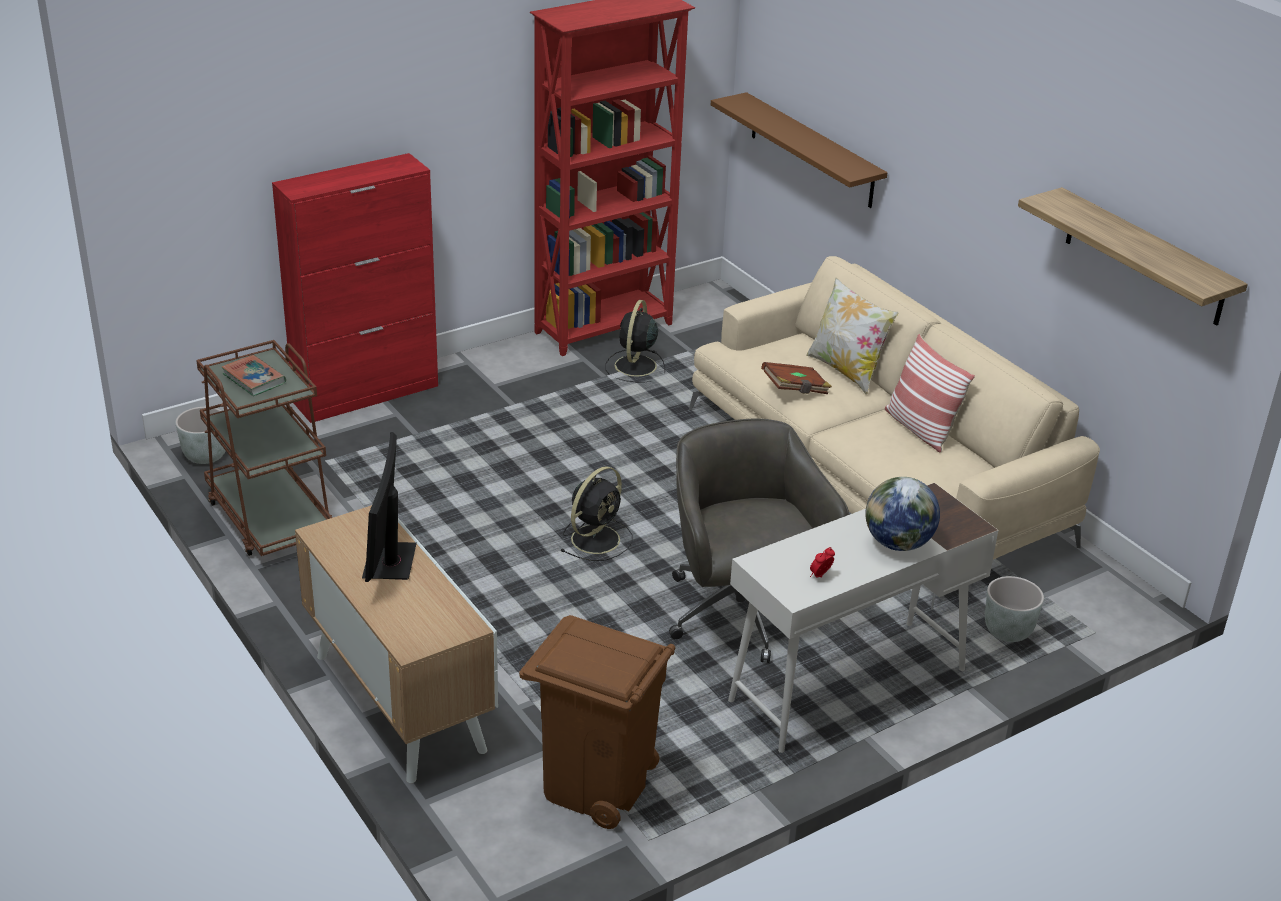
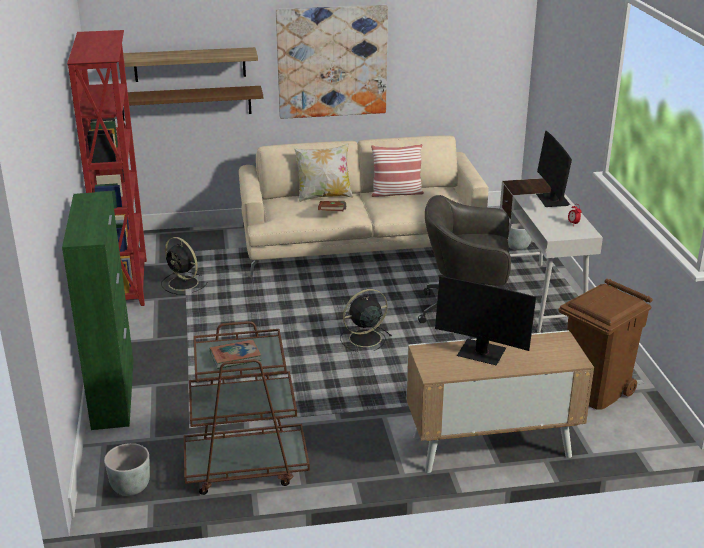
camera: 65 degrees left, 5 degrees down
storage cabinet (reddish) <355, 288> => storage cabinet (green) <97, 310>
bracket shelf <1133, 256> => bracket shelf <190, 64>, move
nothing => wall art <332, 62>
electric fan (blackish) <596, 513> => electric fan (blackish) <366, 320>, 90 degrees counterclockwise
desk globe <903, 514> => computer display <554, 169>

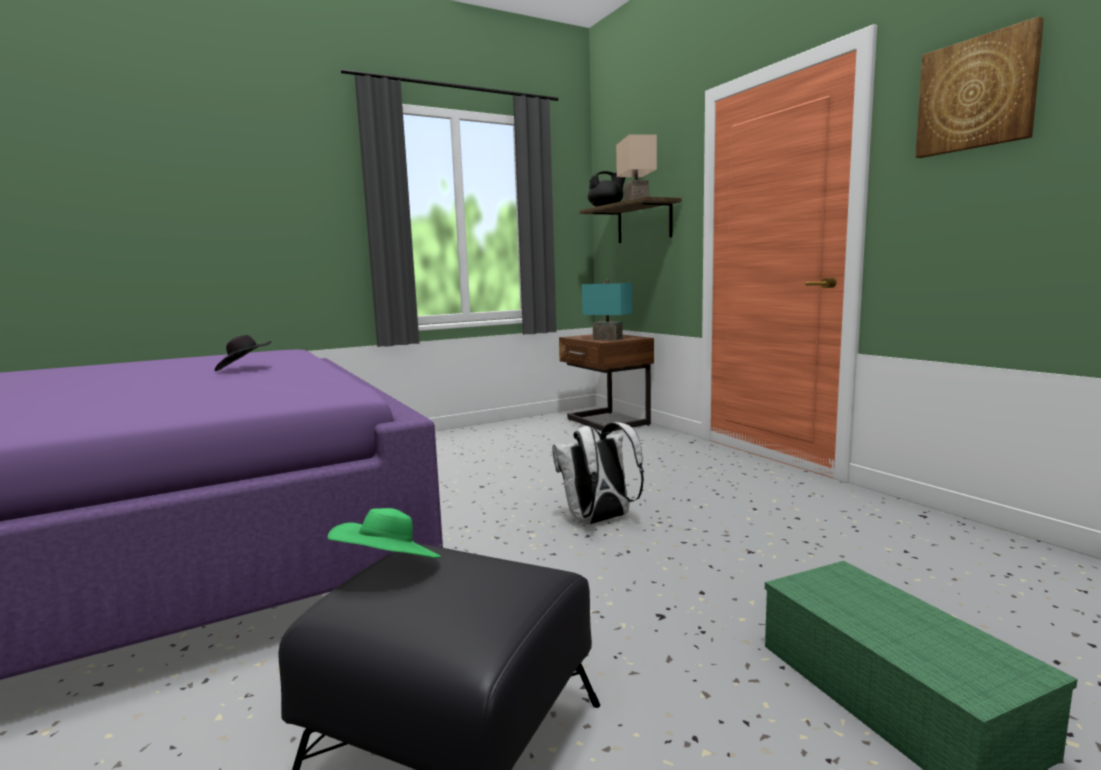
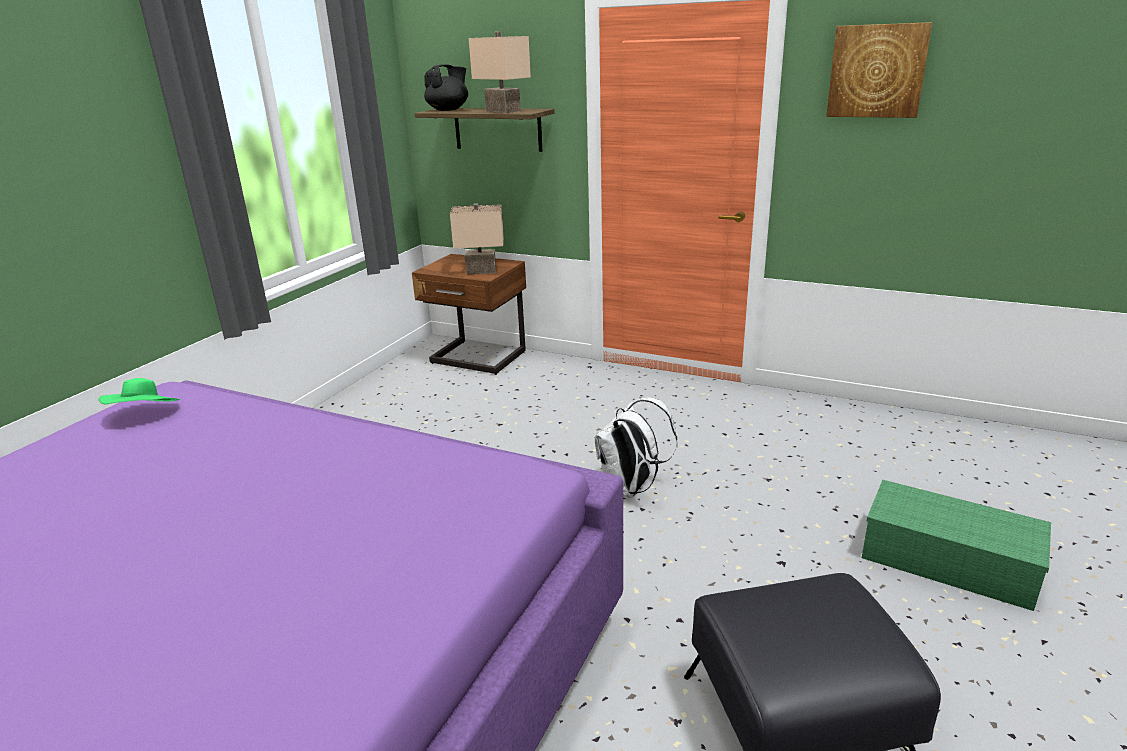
camera: 35 degrees left, 15 degrees up
hat (green) <384, 533> => hat (green) <139, 391>, move
tabletop lamp (blue-green) <607, 310> => tabletop lamp (beige) <477, 239>
hat (blackish) <243, 353> => nothing

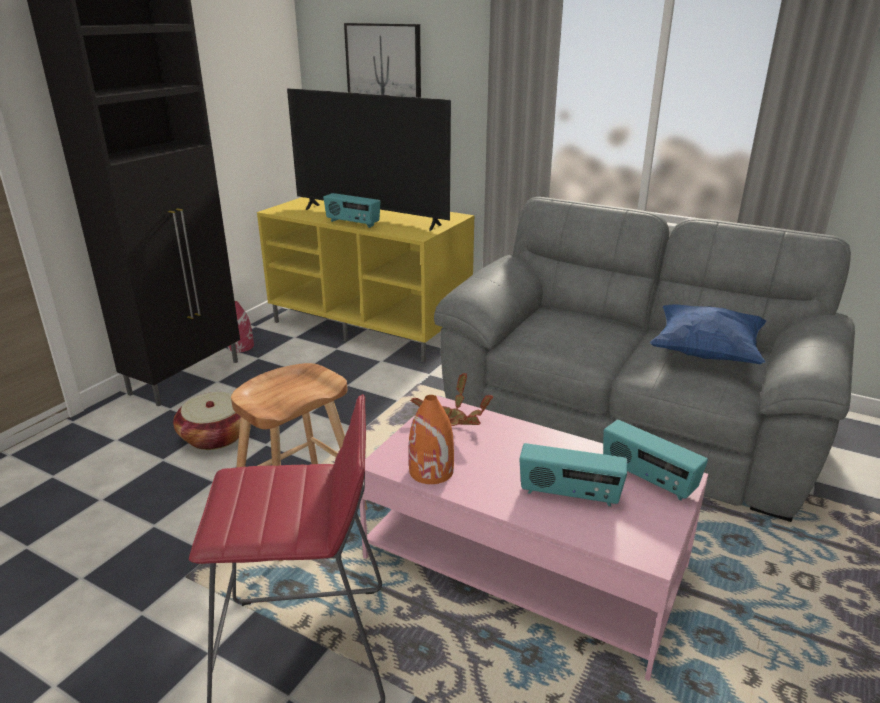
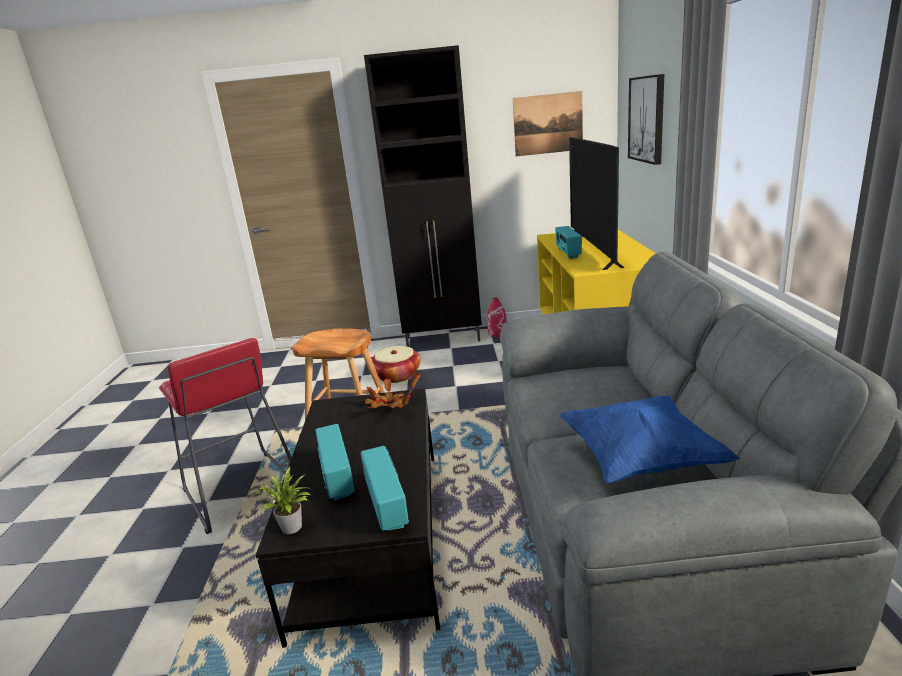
camera: 60 degrees right, 5 degrees down
nothing => houseplant <281, 500>
low table (pinkish) <534, 538> => low table (blackish) <348, 518>
radio <655, 460> => radio <385, 488>, 150 degrees clockwise
nothing => wall art <548, 124>
vase (orange) <431, 439> => nothing

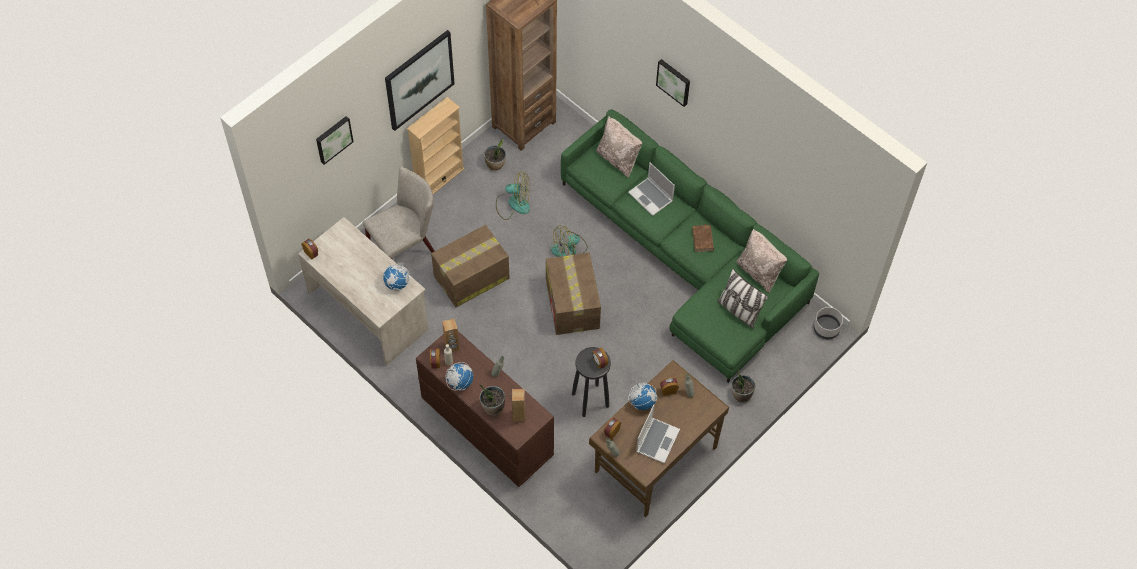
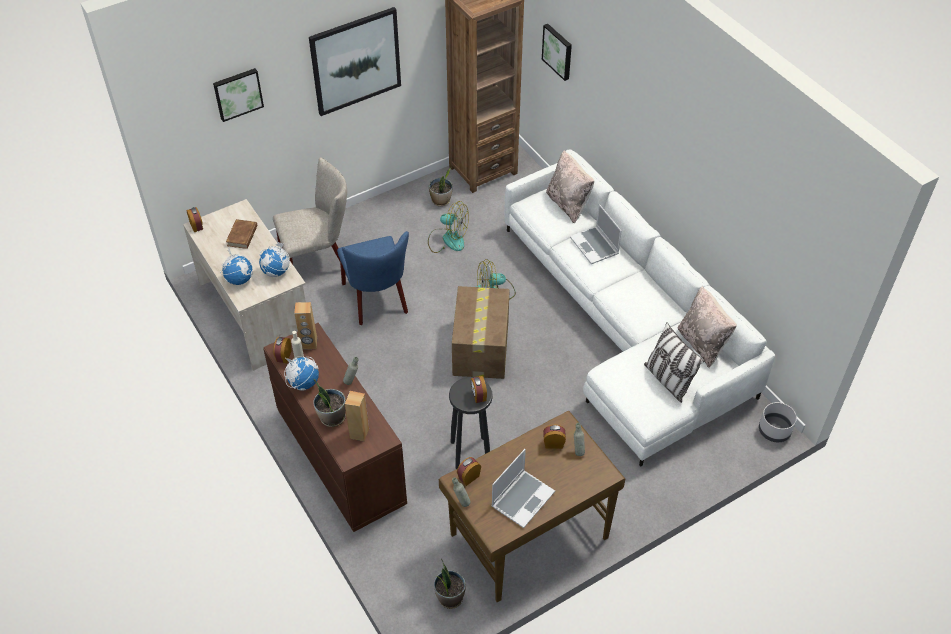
camera: 15 degrees right, 10 degrees down
desk globe <642, 395> => desk globe <236, 266>, move
bound book (brown) <703, 238> => bound book (brown) <241, 234>, move
packing box <470, 266> => upright chair (blue-coloured) <373, 278>
houseplant <743, 386> => houseplant <450, 584>, move
sofa (green) <690, 246> => sofa (whitish) <640, 308>
wall art <673, 83> => wall art <557, 52>, move
bookshelf (beige) <436, 145> => nothing

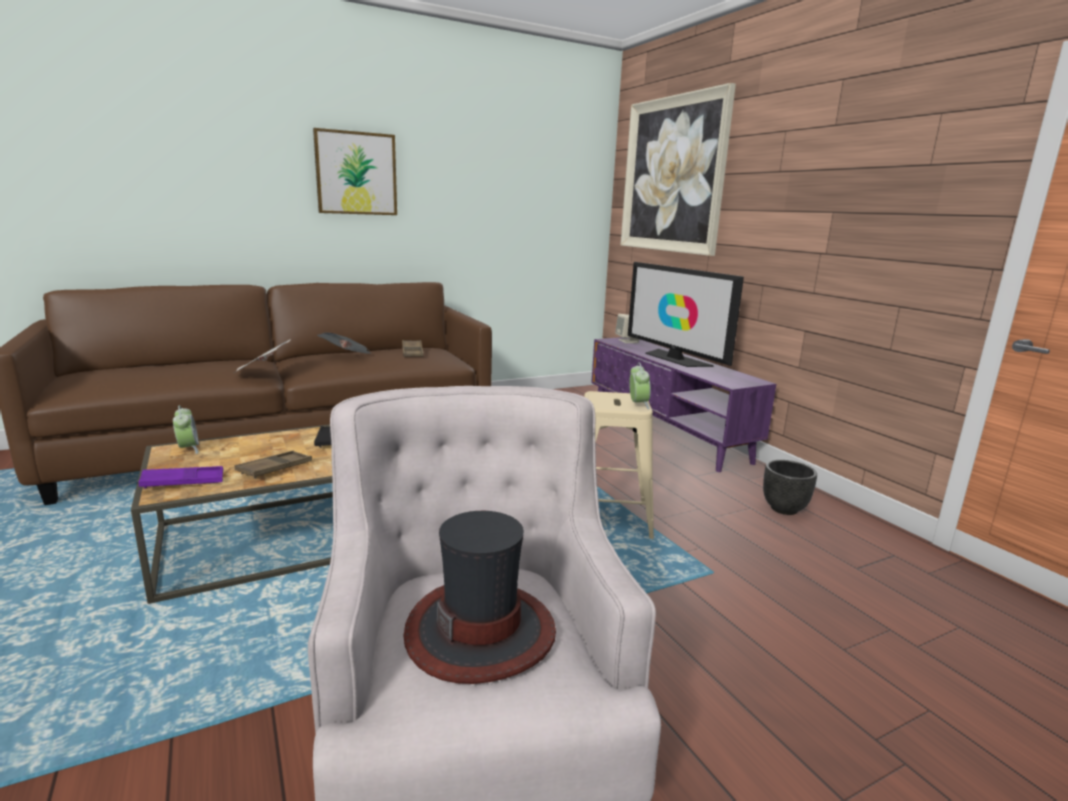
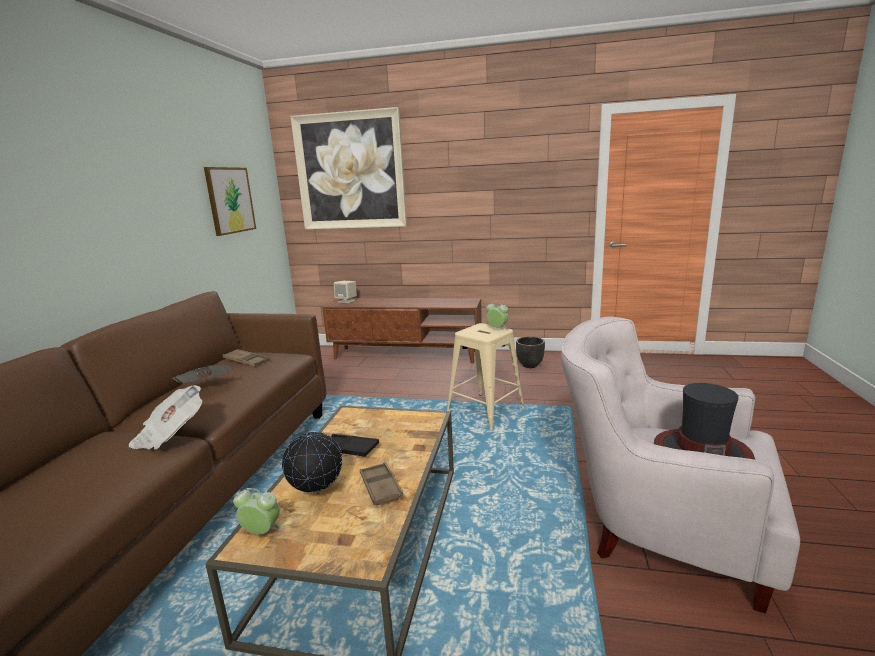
camera: 50 degrees left, 0 degrees up
wall art <355, 171> => wall art <230, 201>, move
nothing => desk globe <312, 462>
tv unit (purple) <683, 404> => tv unit (brown) <402, 330>
serving tray (purple) <180, 477> => nothing
television <686, 314> => nothing

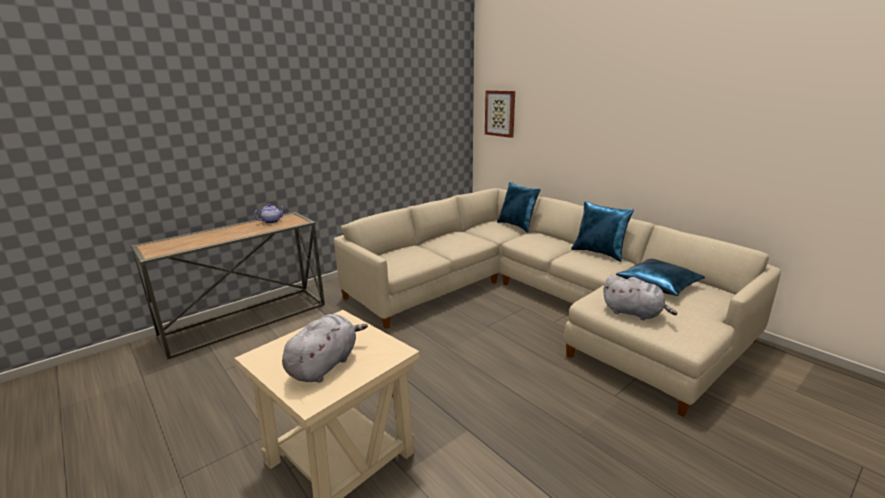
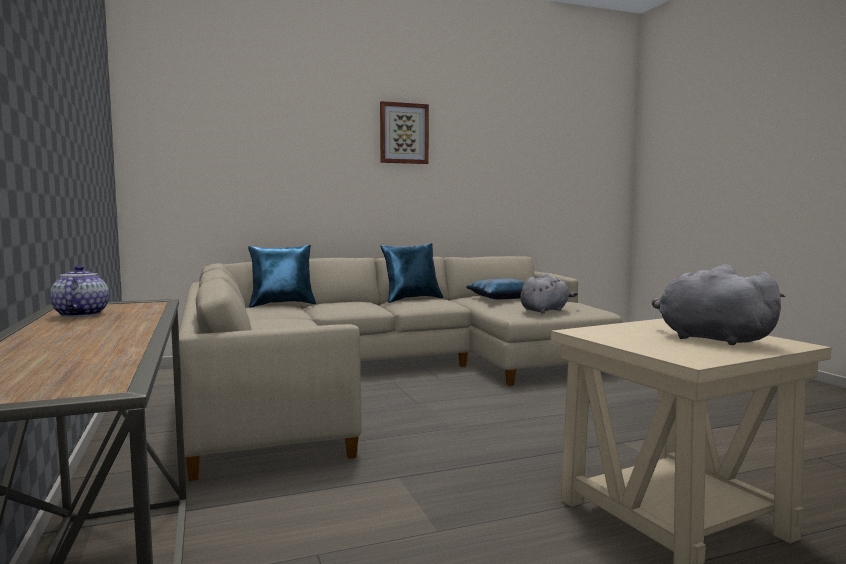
camera: 70 degrees left, 15 degrees down
wall art <500, 114> => wall art <404, 132>, move

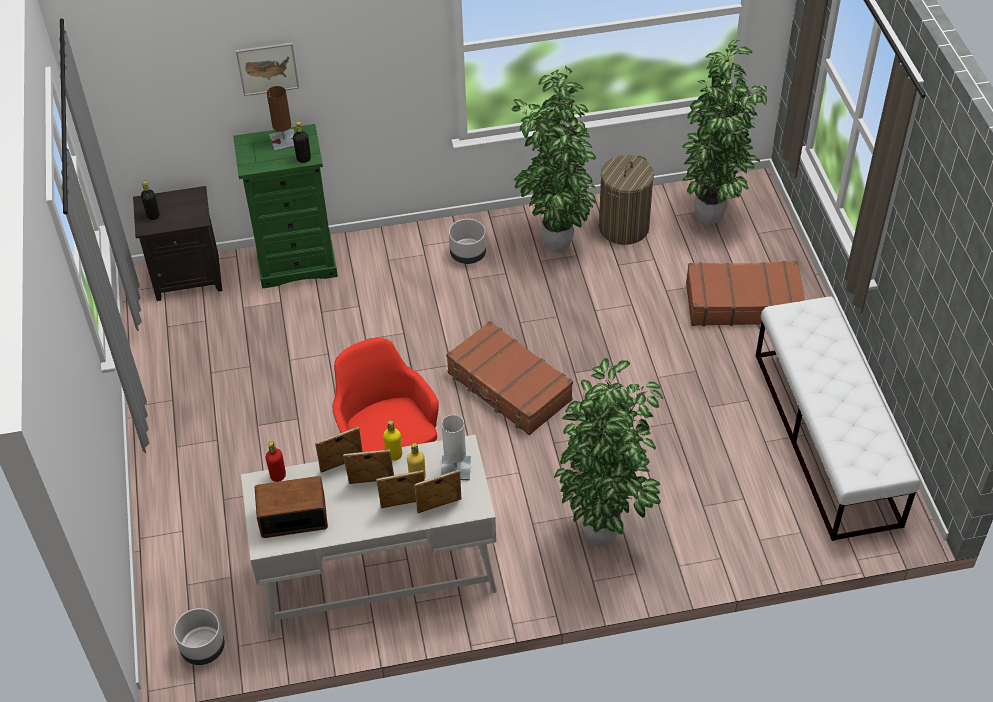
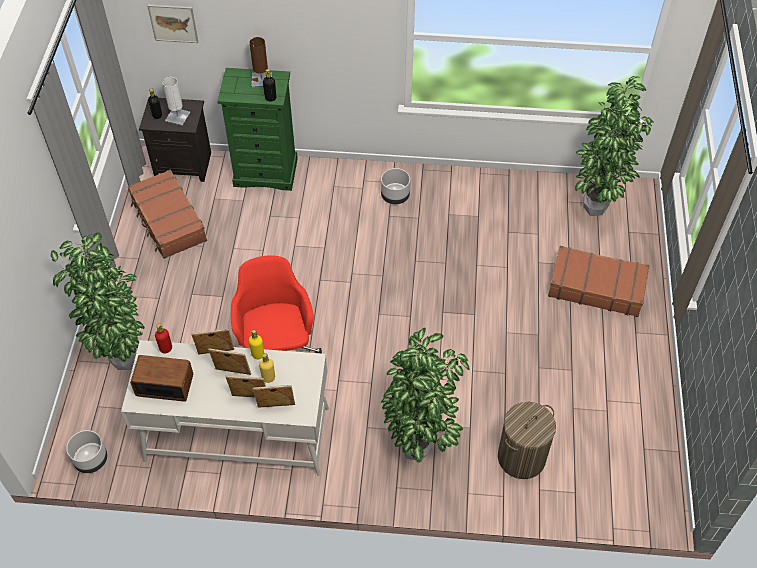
camera: 15 degrees right, 5 degrees up
houseplant <553, 159> => houseplant <98, 301>, move
piece of luggage (brown) <509, 378> => piece of luggage (brown) <167, 214>, move
wall art <267, 69> => wall art <172, 24>, move
tabletop lamp (whitish) <456, 447> => tabletop lamp (whitish) <176, 101>, move
hamper <626, 200> => hamper <527, 440>, move
bench (whitish) <838, 418> => nothing

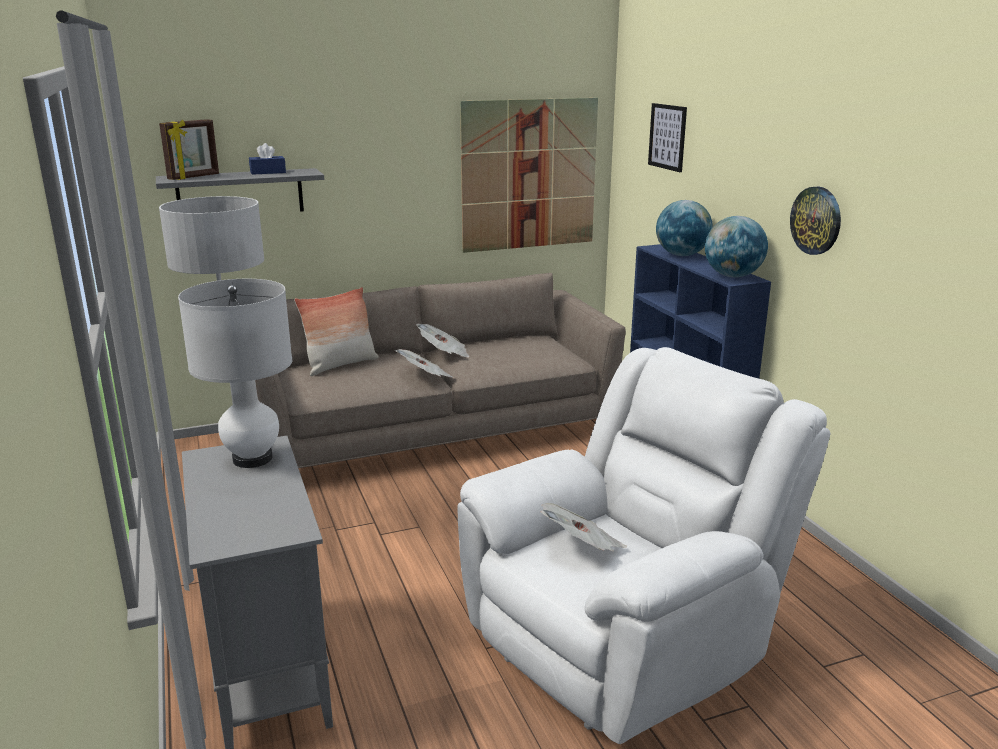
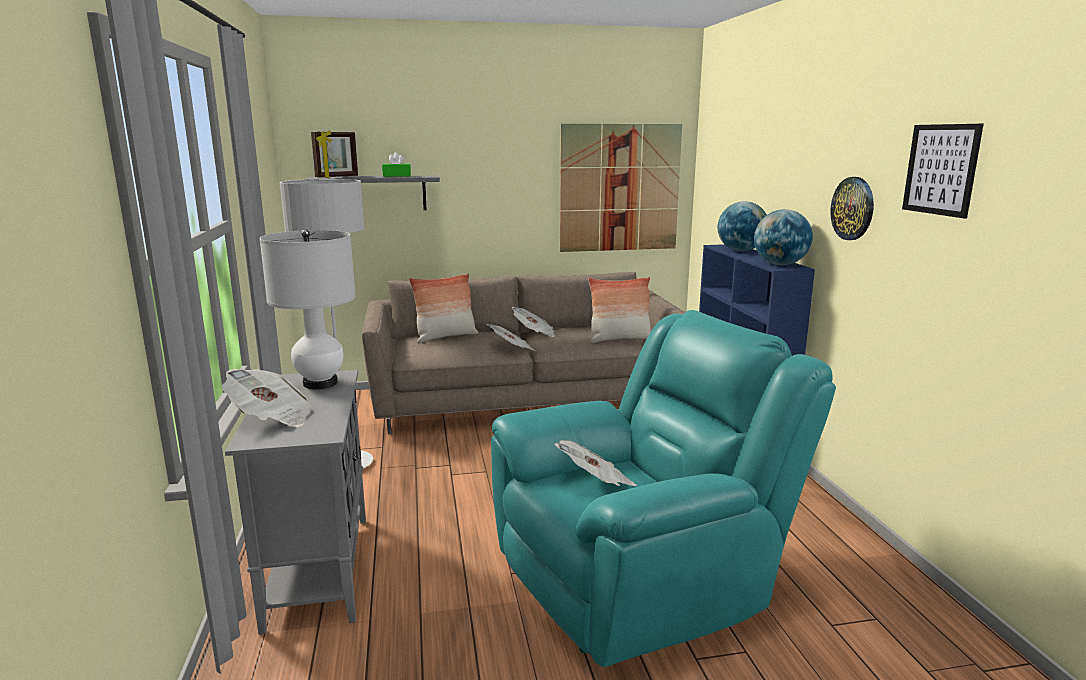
camera: 10 degrees right, 5 degrees down
nothing => newspaper <267, 398>
tissue holder (blue-coloured) <267, 159> => tissue holder (green) <396, 164>
lounge chair (whitish) <644, 545> => lounge chair (blue-green) <663, 488>
nothing => pillow <619, 310>
wall art <667, 137> => wall art <943, 171>, move

